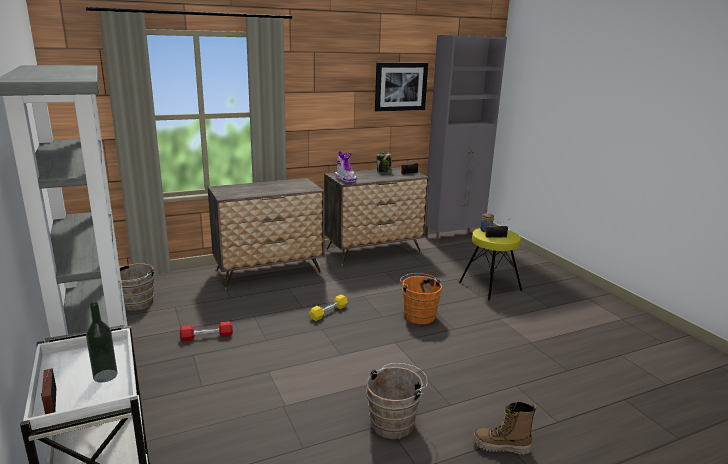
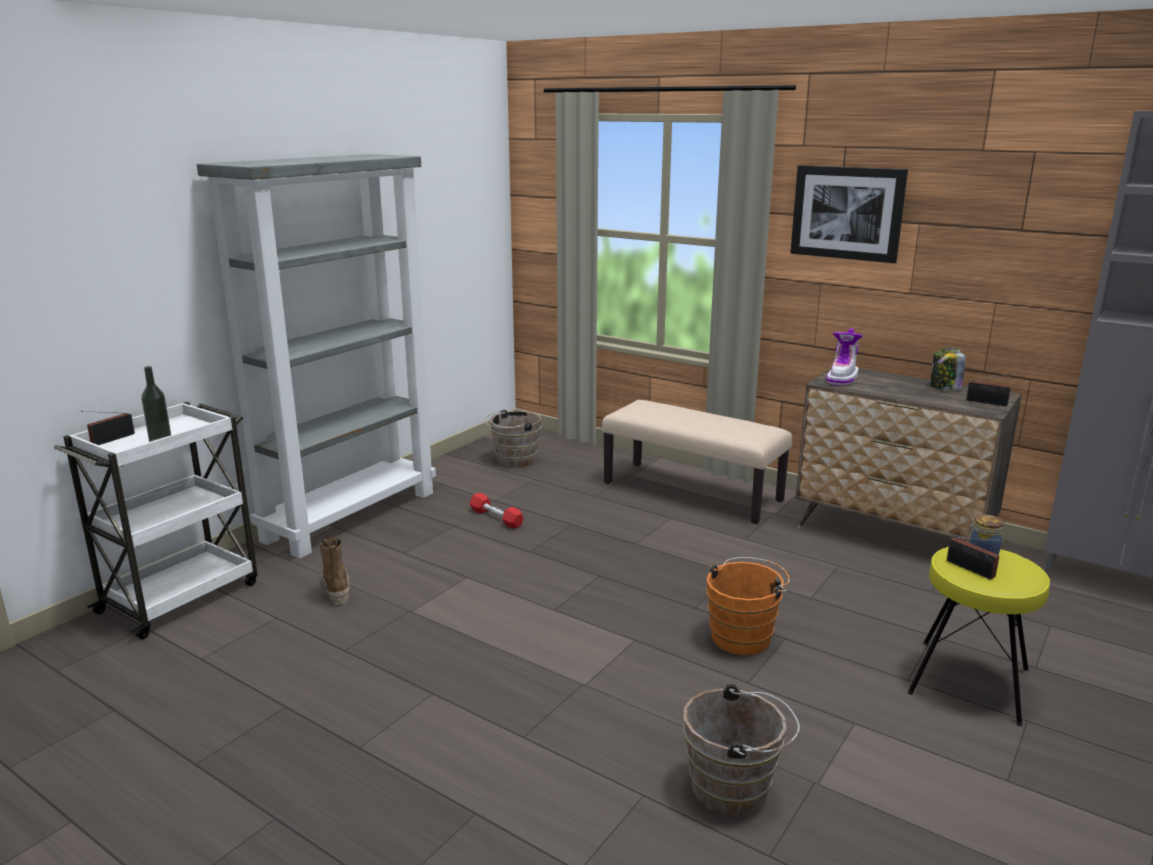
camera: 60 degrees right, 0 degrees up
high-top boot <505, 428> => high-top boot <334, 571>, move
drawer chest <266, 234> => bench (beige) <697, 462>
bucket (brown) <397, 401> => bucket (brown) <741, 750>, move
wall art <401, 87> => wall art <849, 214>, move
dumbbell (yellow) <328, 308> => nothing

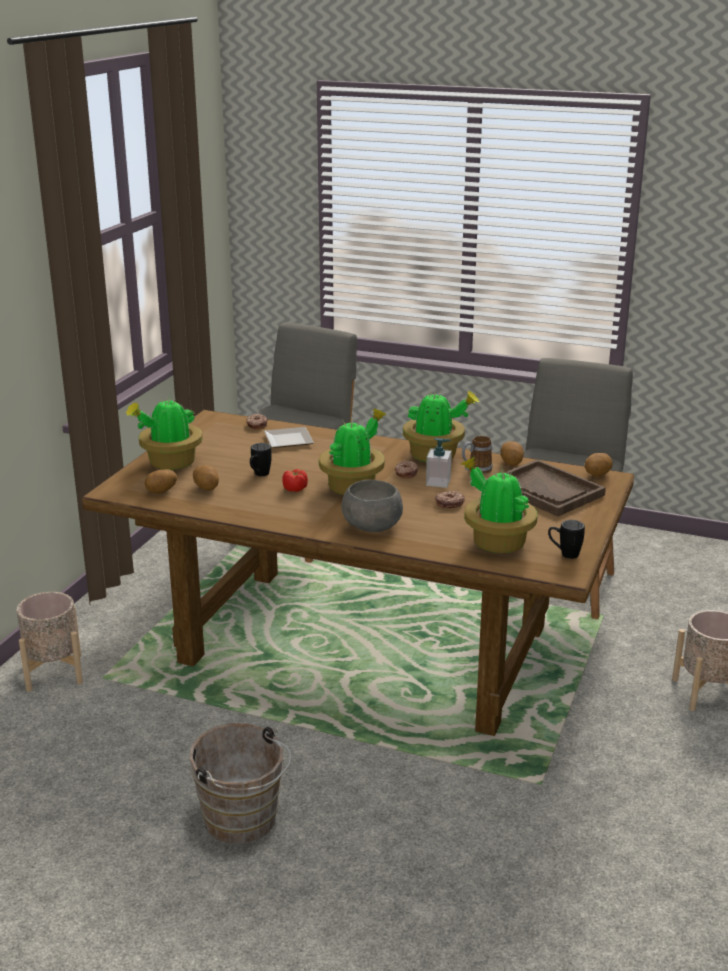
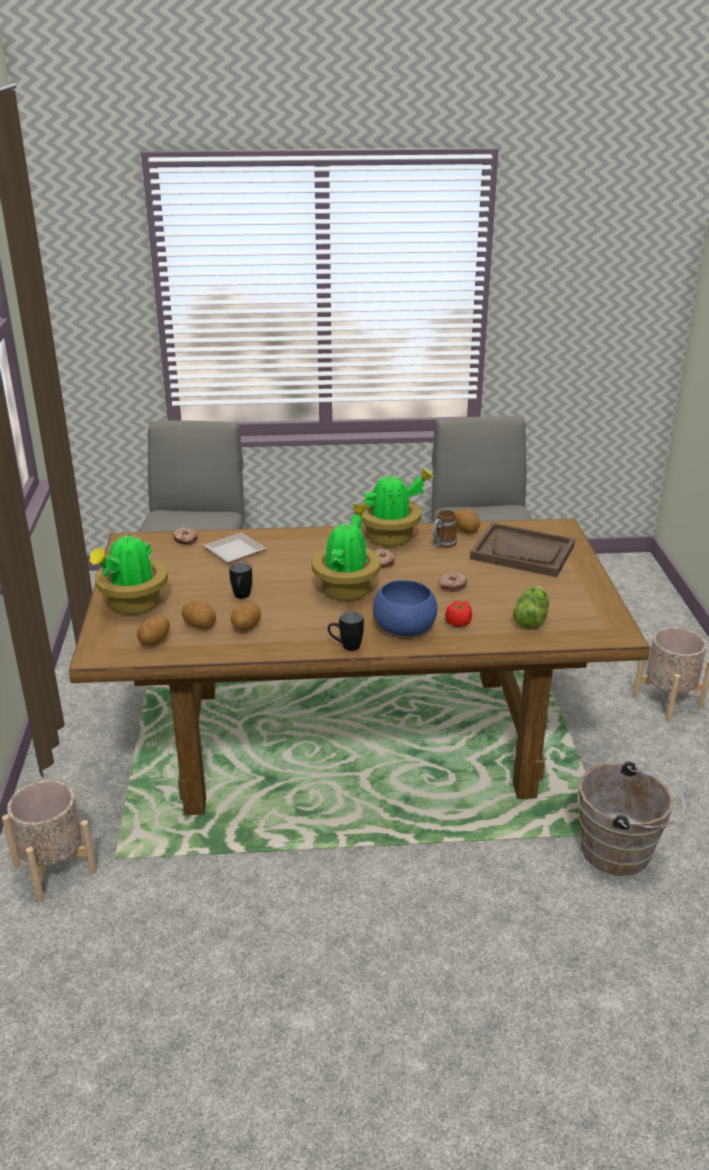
camera: 25 degrees left, 5 degrees up
potato <598, 465> => potato <246, 616>, move
coffee mug (blackish) <566, 539> => coffee mug (blackish) <346, 631>, move
serving bowl (greyish) <372, 506> => serving bowl (blue-coloured) <405, 608>
whole tomato <295, 480> => whole tomato <458, 614>, move
houseplant <498, 505> => lettuce <531, 607>
bucket (brown) <240, 783> => bucket (brown) <631, 819>, move
soap bottle <439, 463> => nothing

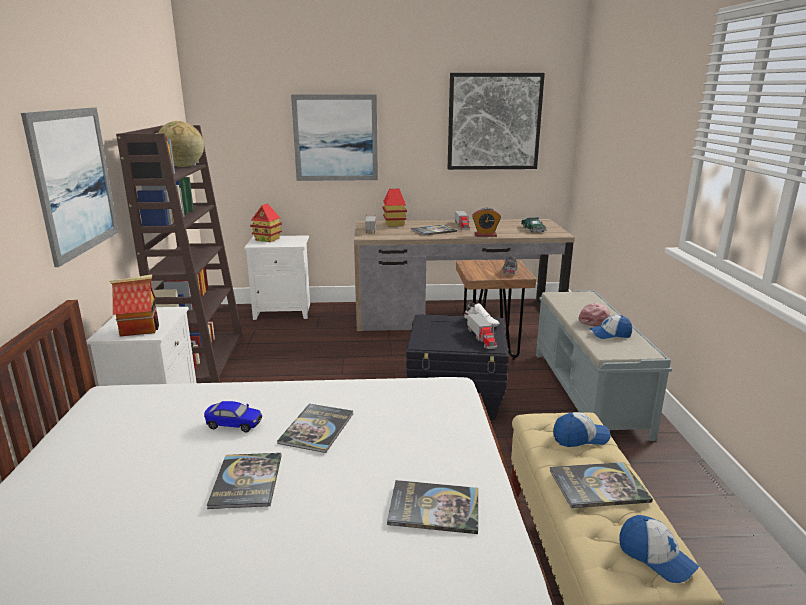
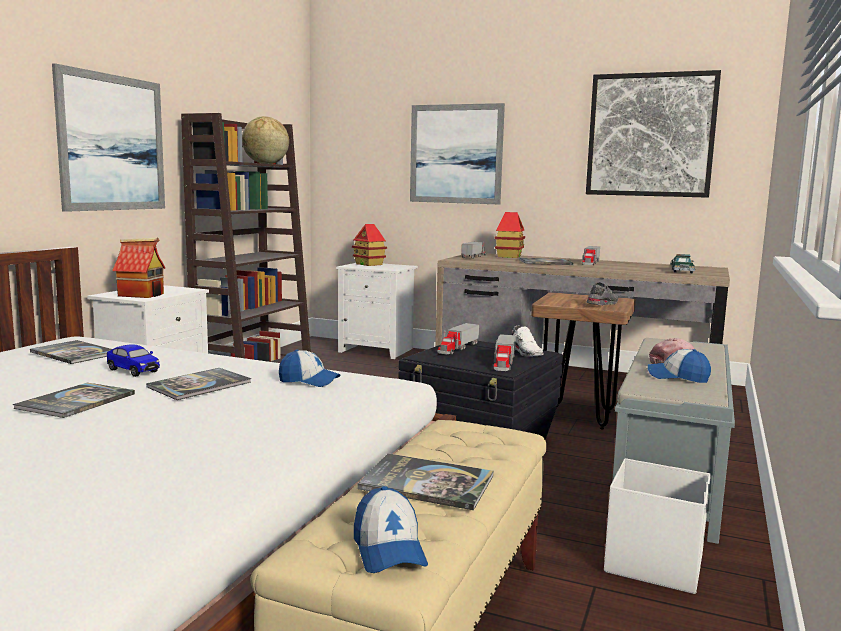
camera: 25 degrees right, 10 degrees down
bound book <432, 507> => bound book <71, 352>, move
baseball cap <582, 429> => baseball cap <309, 368>, move
nothing => toy truck <458, 339>
nothing => storage box (whitish) <657, 526>
alarm clock <486, 222> => nothing

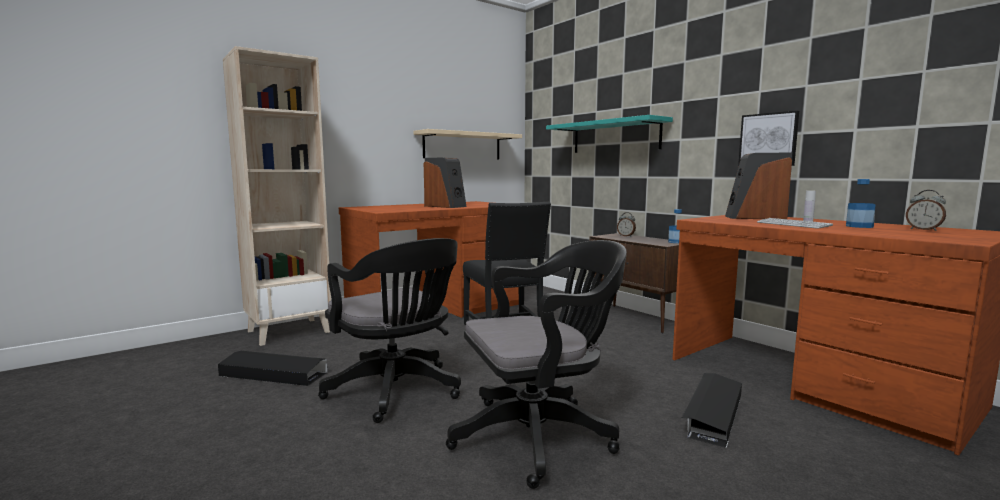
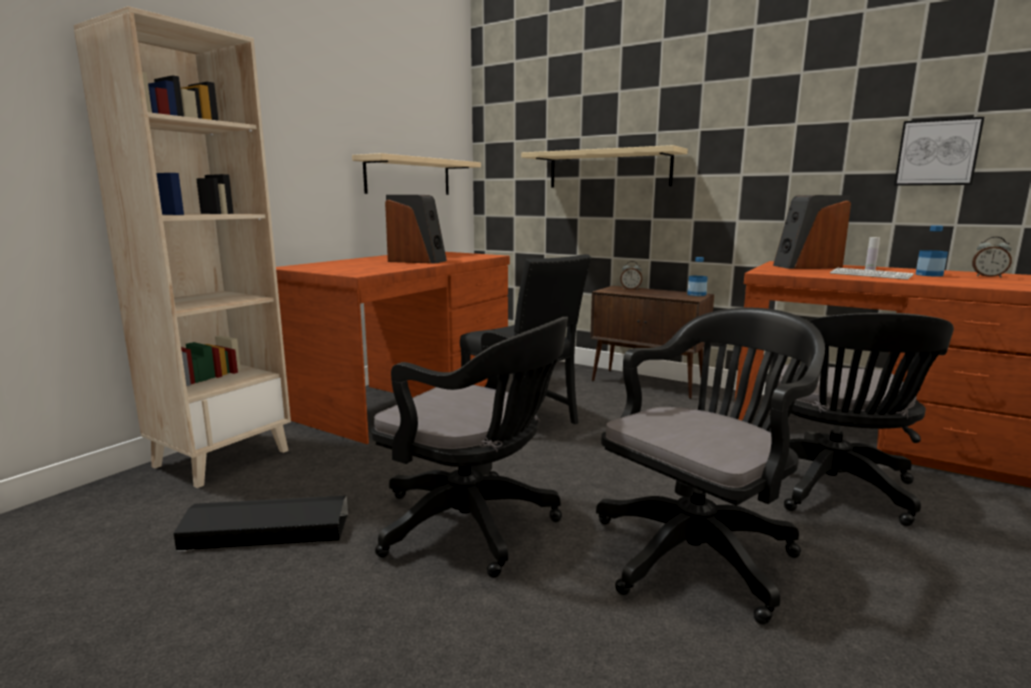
camera: 20 degrees left, 5 degrees up
bracket shelf (blue-green) <609, 134> => bracket shelf (beige) <604, 166>
storage box (blackish) <712, 410> => desk chair (blackish) <859, 419>
wall art <768, 138> => wall art <939, 151>, move

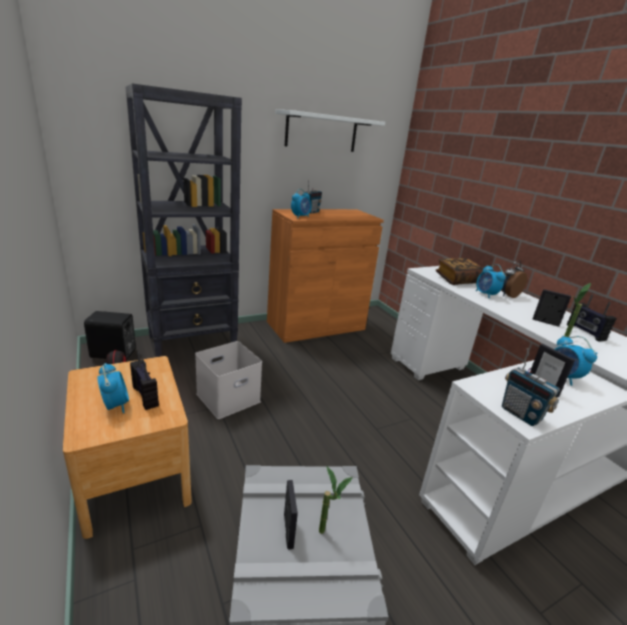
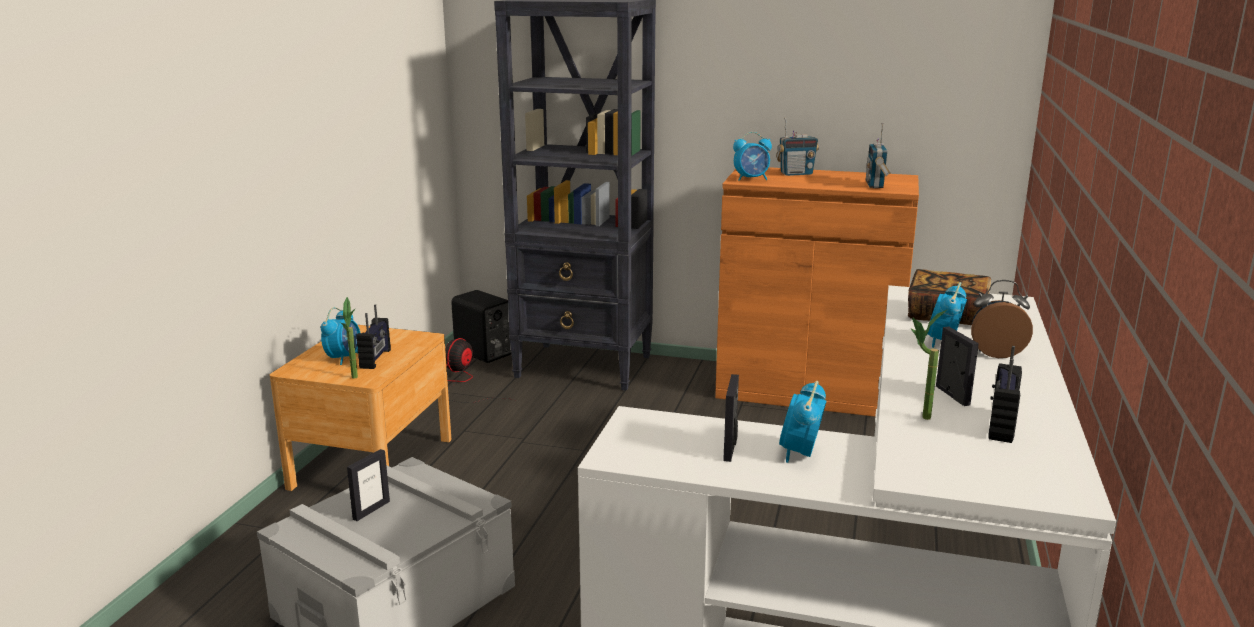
camera: 45 degrees right, 5 degrees down
houseplant <336, 500> => houseplant <349, 338>, move
radio <531, 387> => radio <878, 155>, move
storage box (whitish) <228, 380> => nothing
bracket shelf (whitish) <330, 131> => nothing

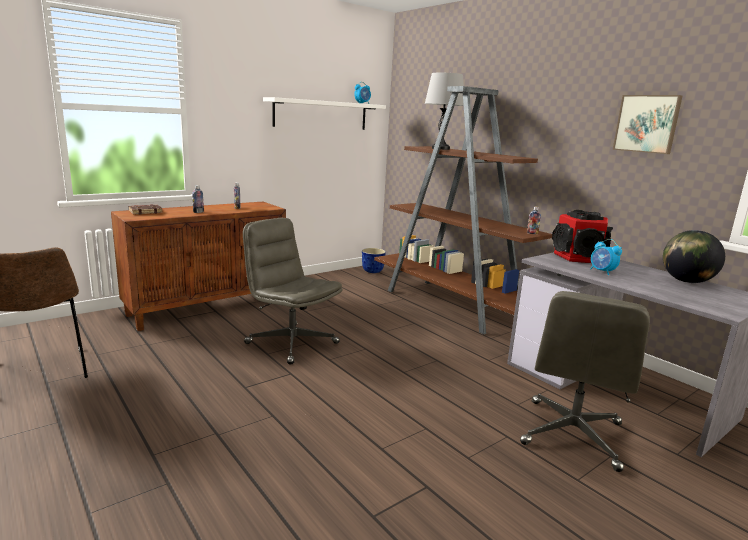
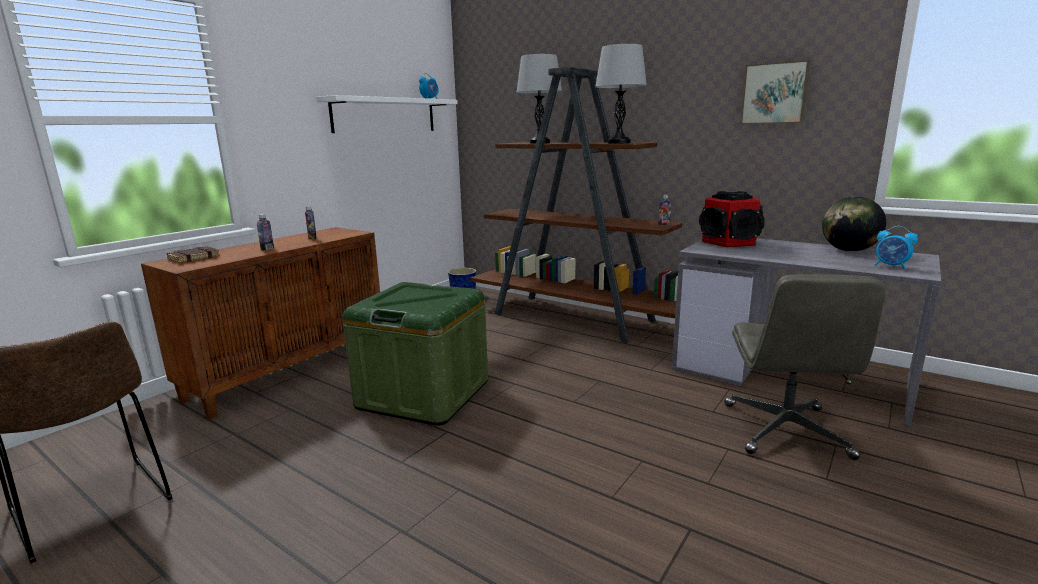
camera: 15 degrees left, 0 degrees up
desk chair (greyish) <293, 291> => storage box (green) <415, 354>
nothing => tabletop lamp (greyish) <621, 94>
alarm clock <606, 257> => alarm clock <896, 247>, move

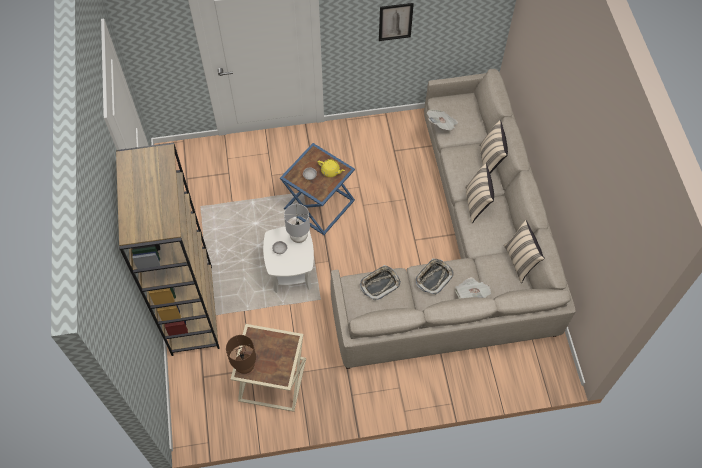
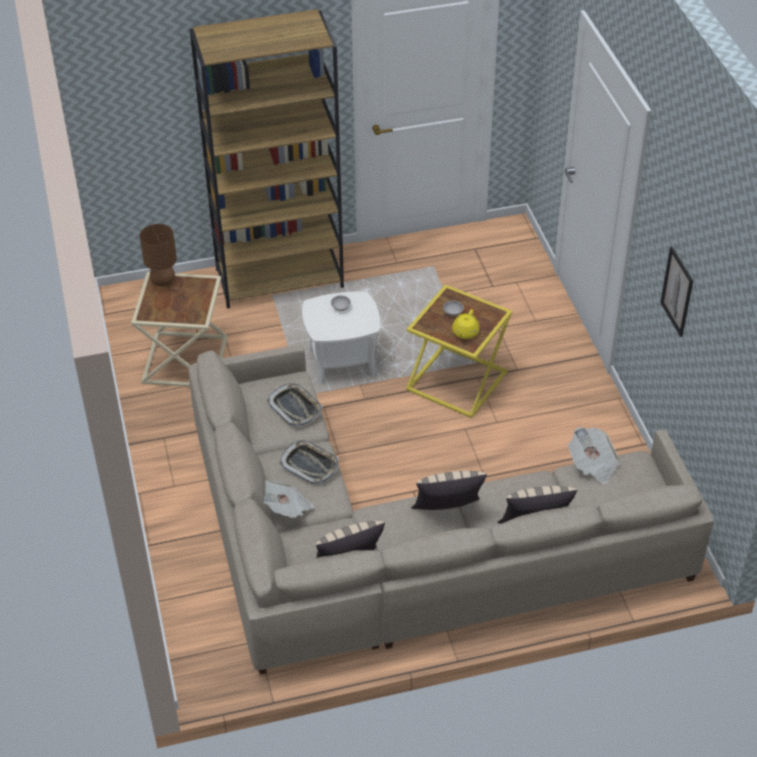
camera: 85 degrees right, 15 degrees down
accent table (blue-coloured) <317, 189> => accent table (yellow) <459, 351>
tabletop lamp (greyish) <297, 223> => nothing

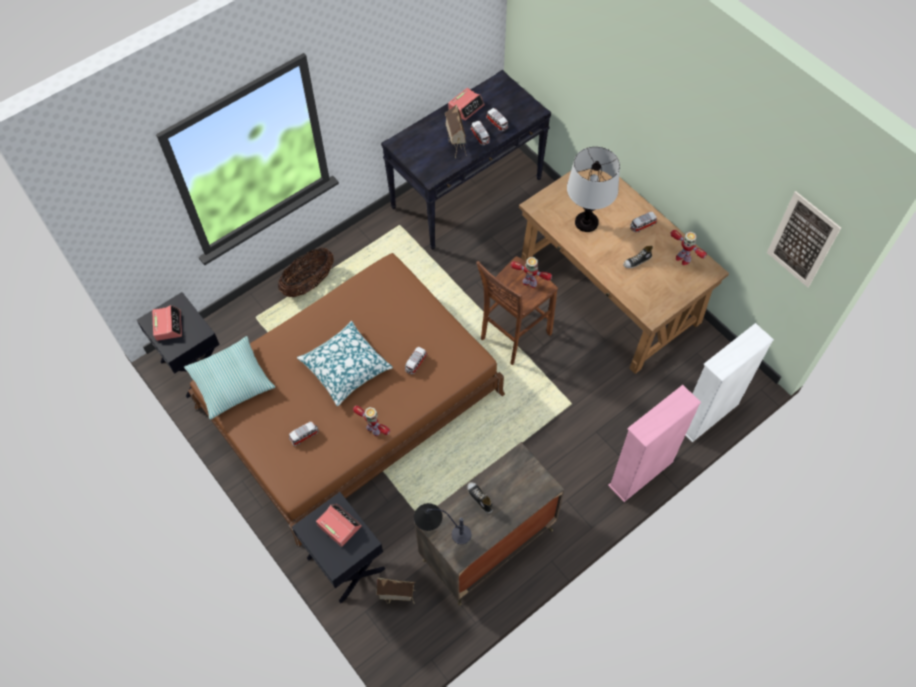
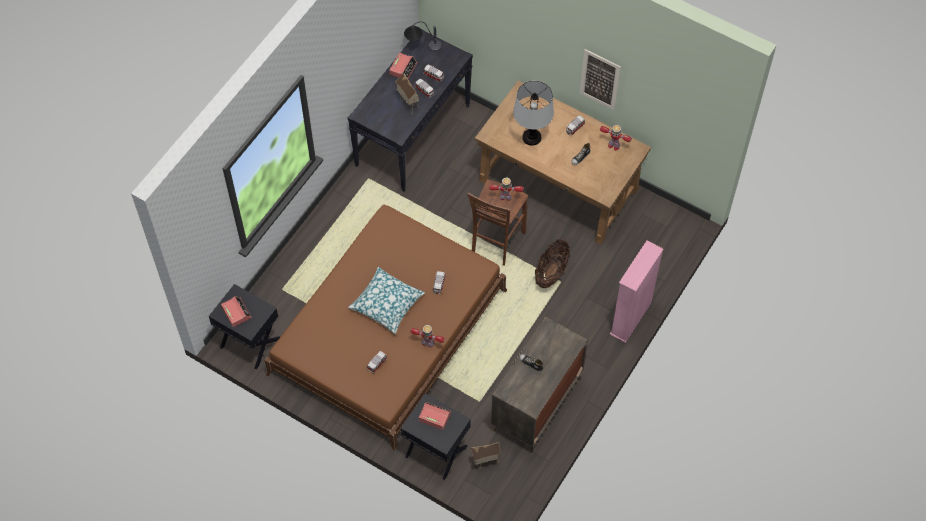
camera: 20 degrees left, 0 degrees up
tabletop lamp <443, 523> => tabletop lamp <423, 36>, move
household basket <306, 272> => household basket <552, 263>, move
wall art <804, 239> => wall art <600, 79>, move
pillow <230, 378> => nothing
bookshelf (whitish) <729, 382> => nothing

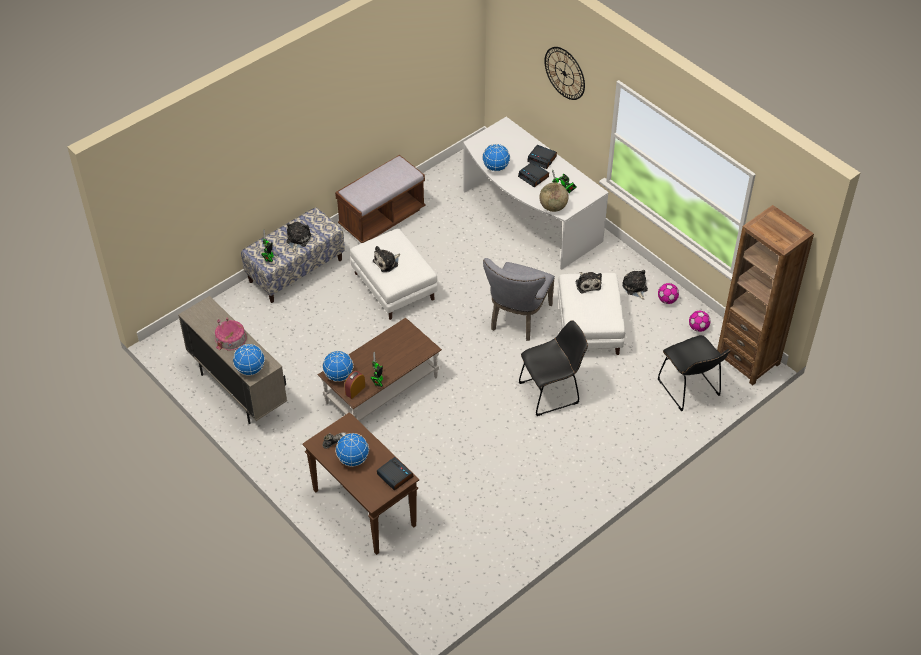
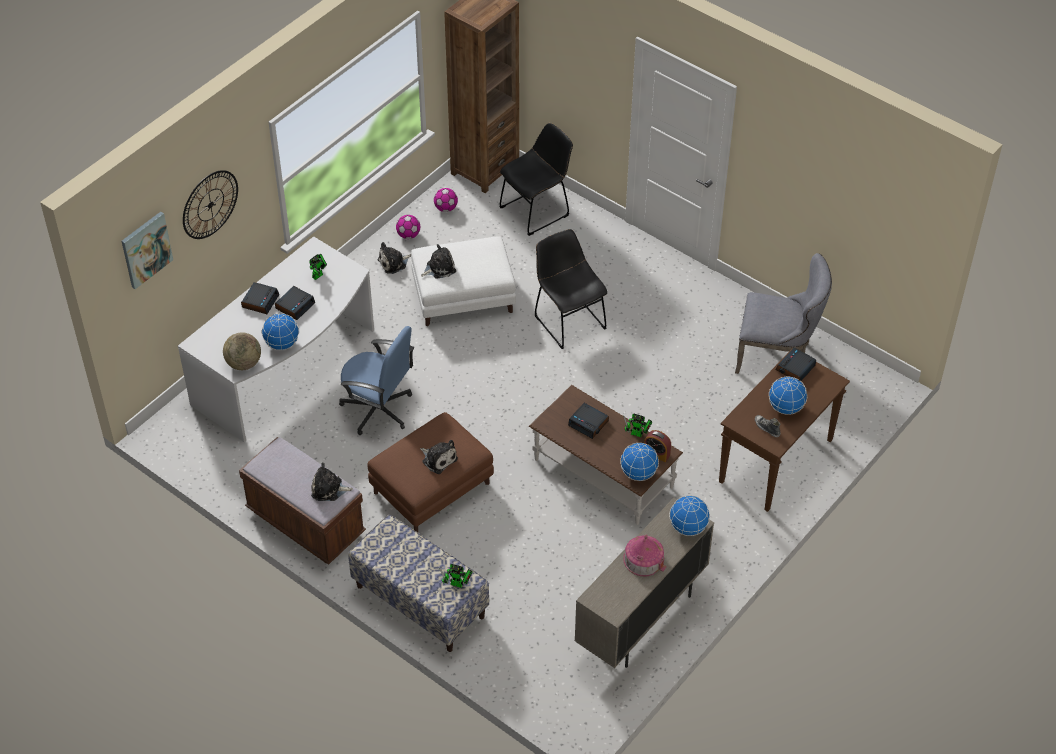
camera: 100 degrees left, 0 degrees up
nothing => wall art <147, 250>
desk globe <554, 197> => desk globe <242, 351>, move
soft toy <298, 237> => soft toy <332, 481>, move
nothing => desk chair (blue-coloured) <376, 380>
pouffe (whitish) <394, 274> => pouffe (brown) <431, 472>
nothing => alarm clock <588, 421>
upright chair (greyish) <519, 299> => upright chair (greyish) <783, 313>, move

